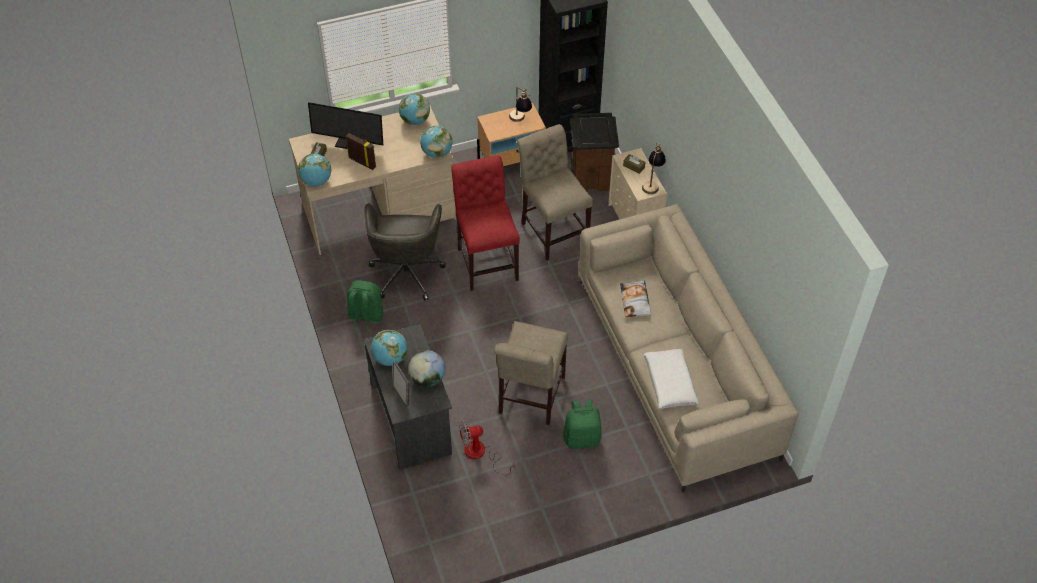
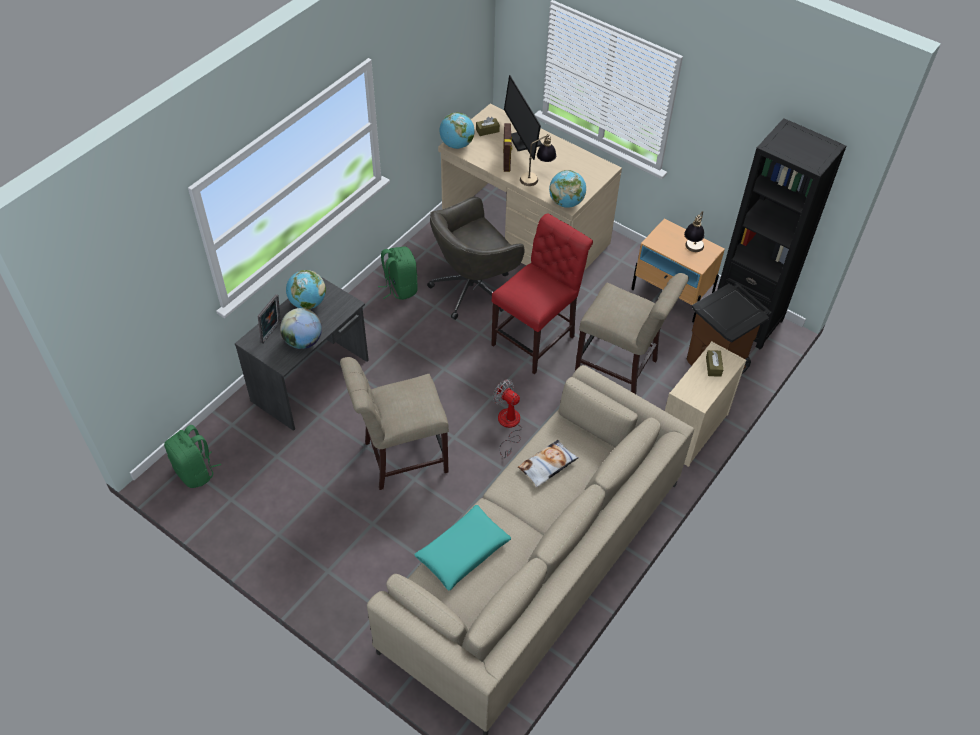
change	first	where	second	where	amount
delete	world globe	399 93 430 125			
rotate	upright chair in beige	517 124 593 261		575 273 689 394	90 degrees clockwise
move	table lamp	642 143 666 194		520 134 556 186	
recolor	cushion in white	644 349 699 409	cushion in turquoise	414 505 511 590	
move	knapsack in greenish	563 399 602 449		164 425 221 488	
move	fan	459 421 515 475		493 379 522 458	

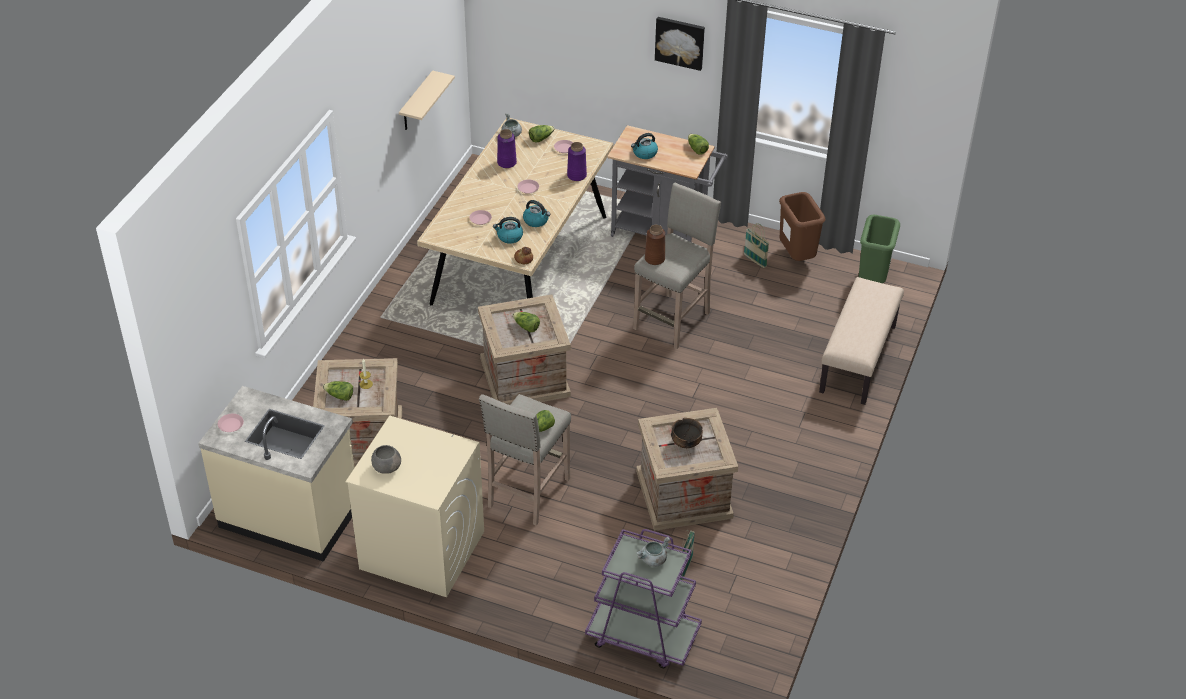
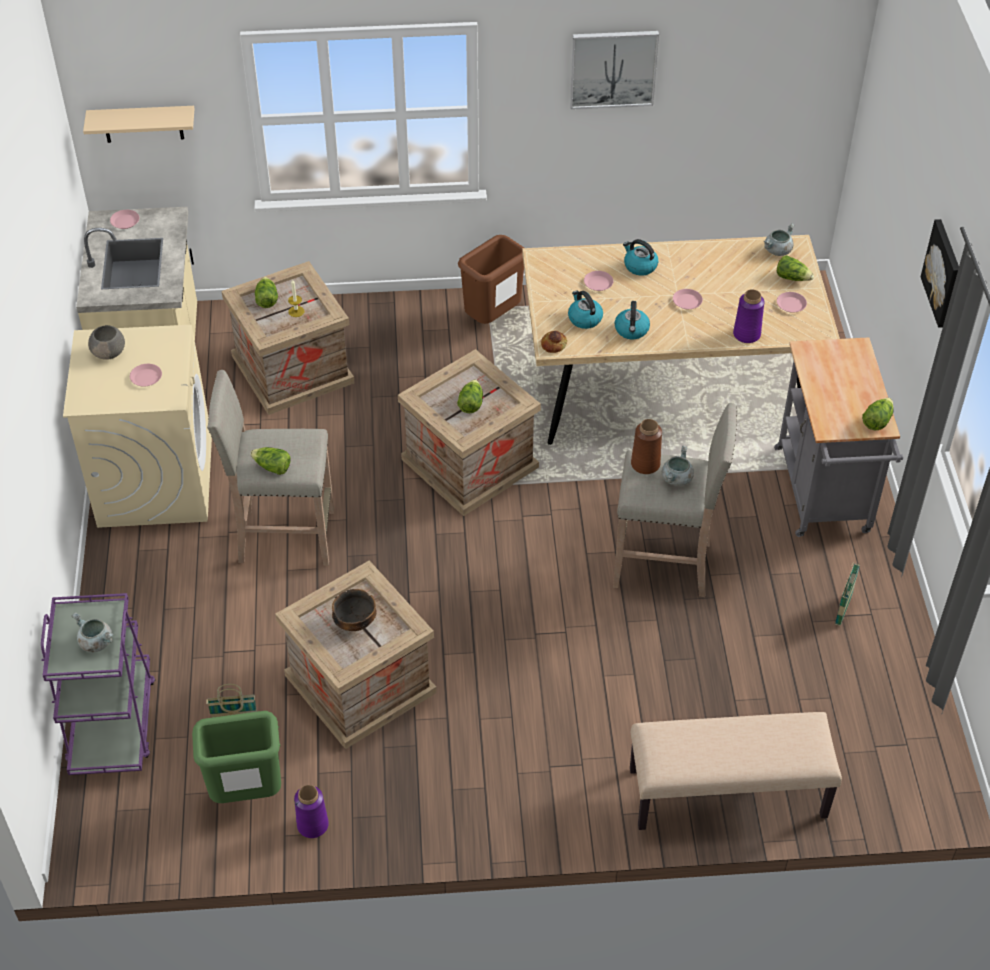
change	first	where	second	where	amount
move	wall shelf in beige	399 70 455 130		83 106 194 143	
move	vase in purple-coloured	497 129 517 168		294 785 329 838	
move	water kettle	631 133 658 159		623 239 658 275	
move	waste bin in brown-coloured	779 192 825 261		458 235 524 324	
move	waste bin in greenish	859 215 900 283		192 711 281 803	
insert			picture	570 31 659 109	
insert			flat dish in pinkish	130 364 162 386	
insert			saucepot in gray	662 446 694 486	

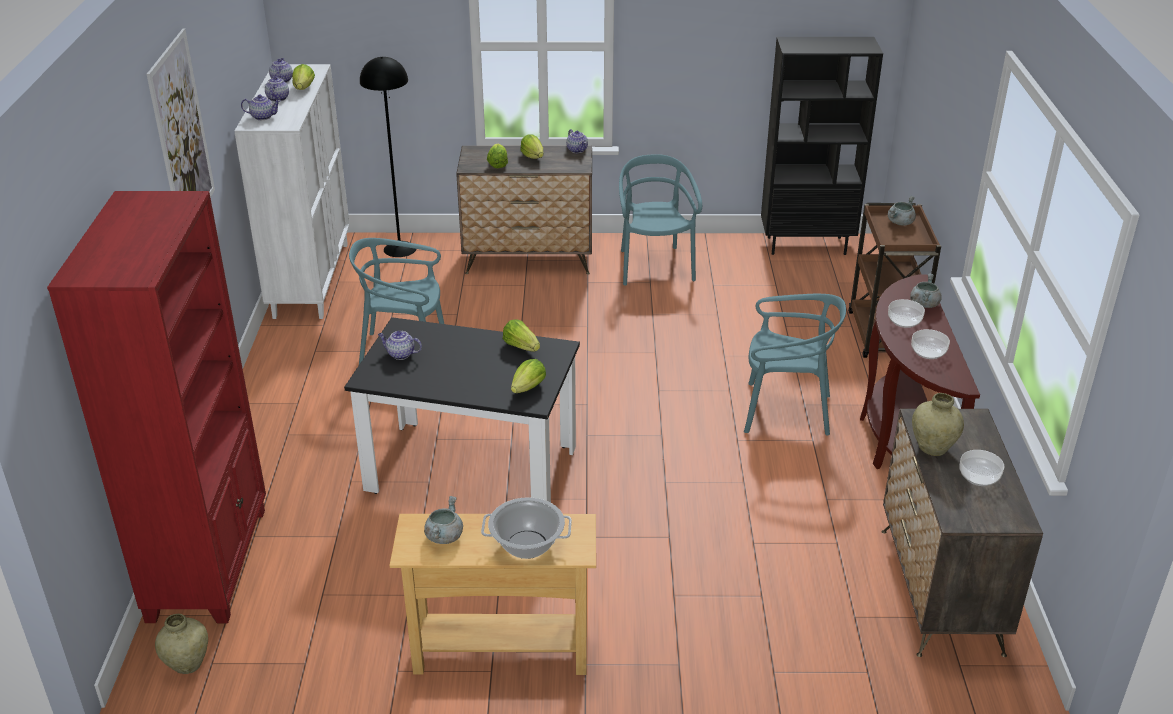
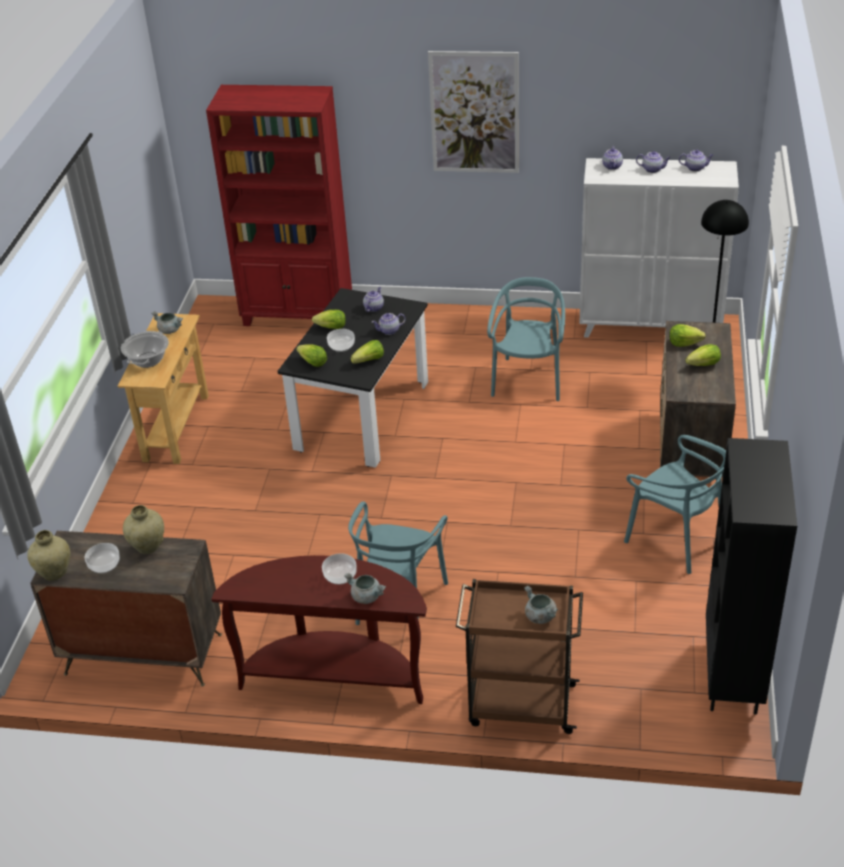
change	first	where	second	where	amount
move	lettuce head	292 64 315 90		312 310 346 329	
move	pot for tea	566 129 588 153		372 313 406 335	
rotate	upright chair in turquoise	619 154 702 286		624 435 726 574	45 degrees clockwise
move	serving bowl	911 329 950 359		327 329 355 352	
move	vase in beige	155 614 208 674		27 530 71 581	

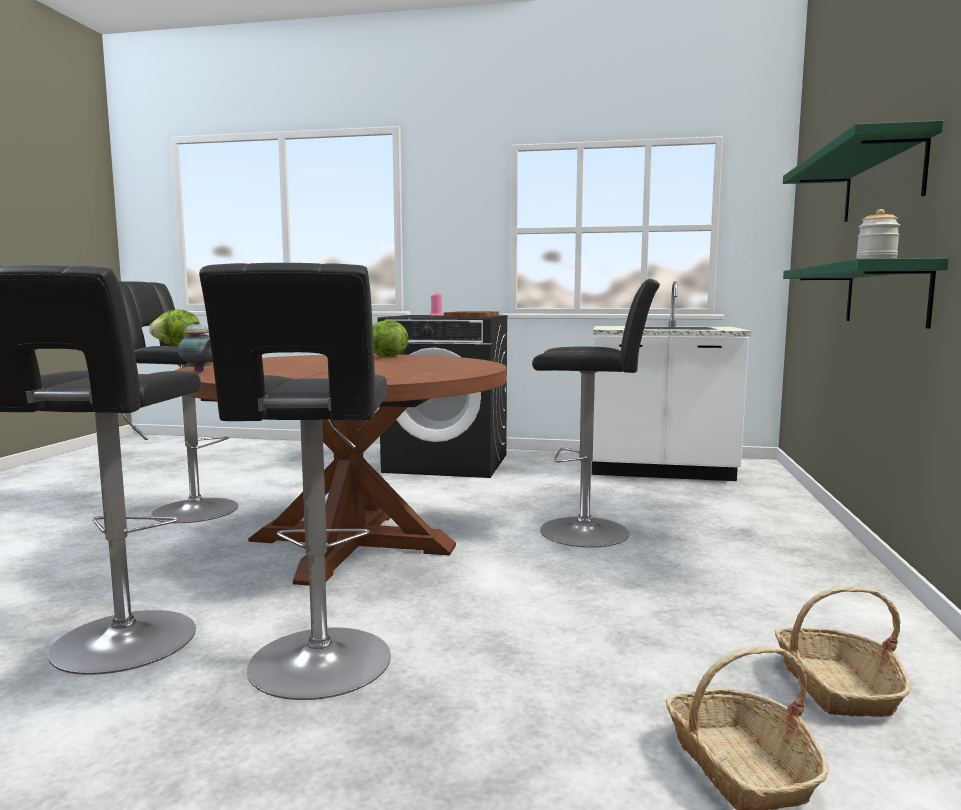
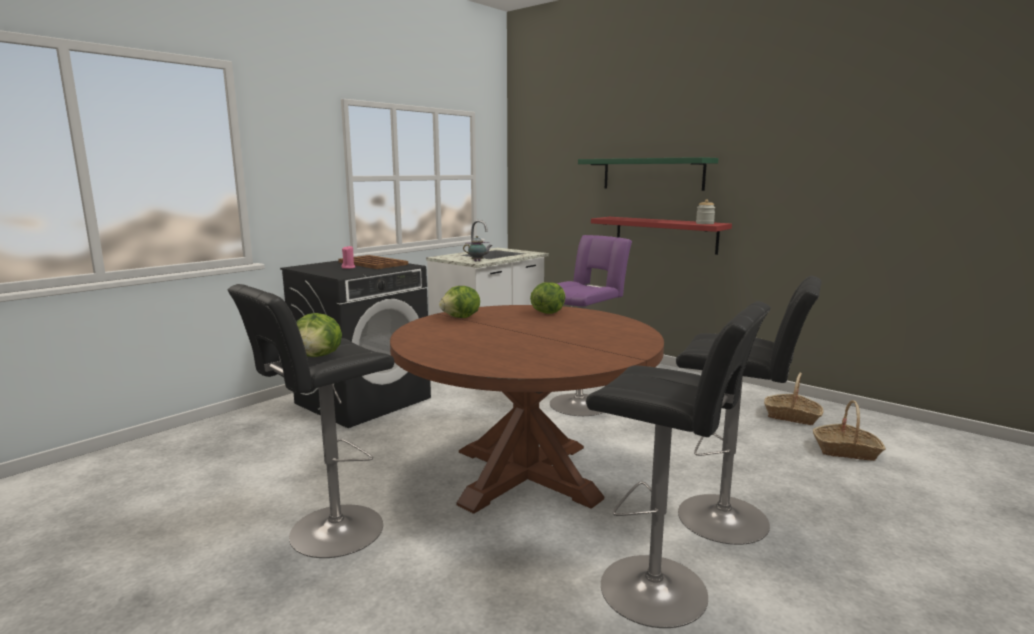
change	first	where	second	where	amount
recolor	wall shelf in greenish	783 258 949 329	wall shelf in red	591 217 732 255	
recolor	sitting stool in blackish	532 279 660 548	sitting stool in purple-coloured	550 235 632 416	
move	pot for tea	178 320 212 372		463 236 492 262	
insert			lettuce head	530 282 566 314	

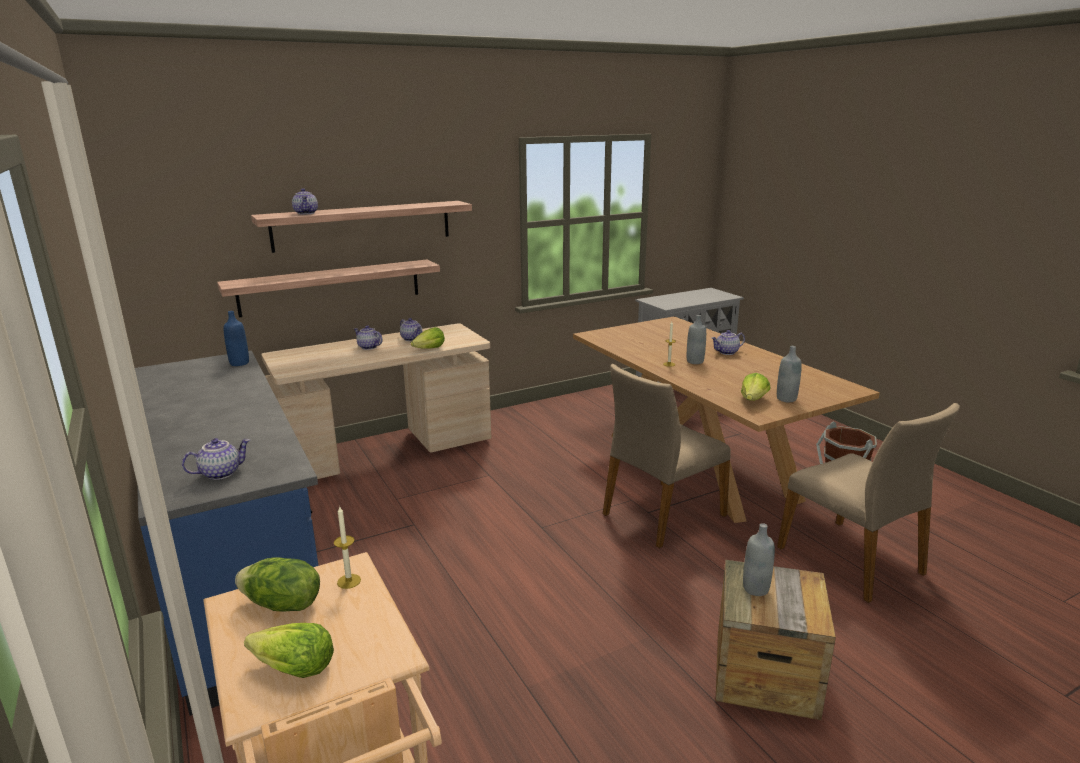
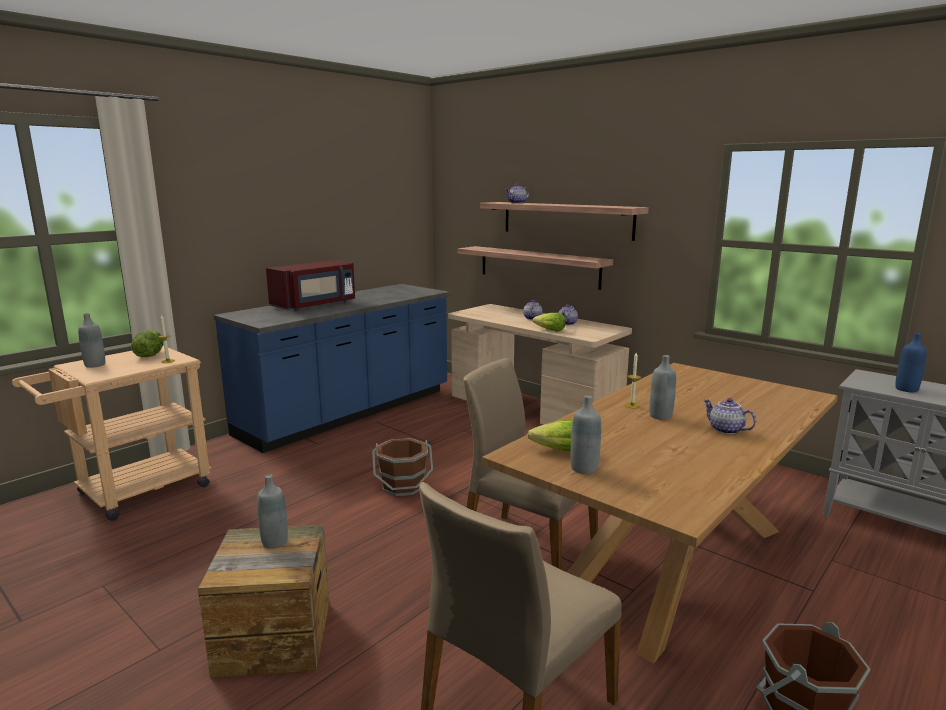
change	first	where	second	where	amount
move	drink bottle in blue	224 311 249 366		895 333 927 392	
delete	pot for tea	182 438 250 480			
replace	lettuce head	244 623 334 678	drink bottle in gray	78 313 105 368	
insert			microwave oven in red	266 260 355 311	
insert			bucket in brown-coloured	372 438 433 496	

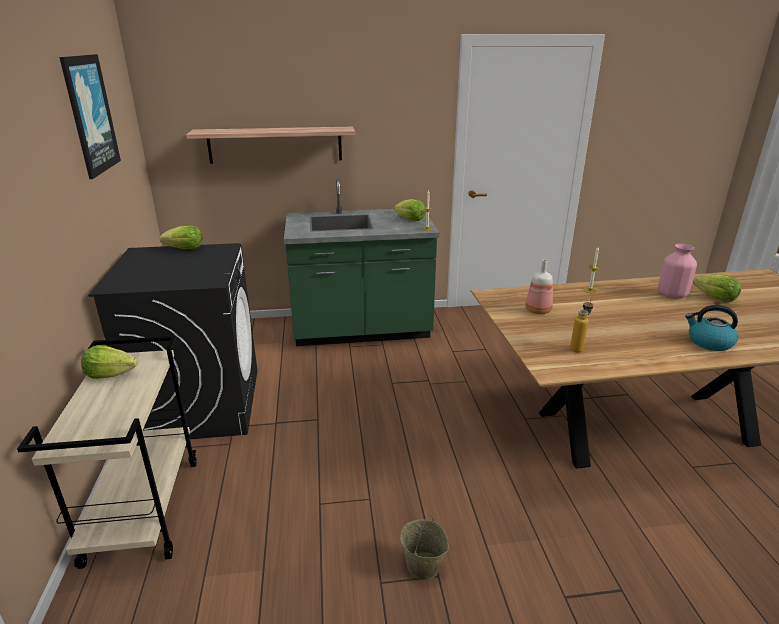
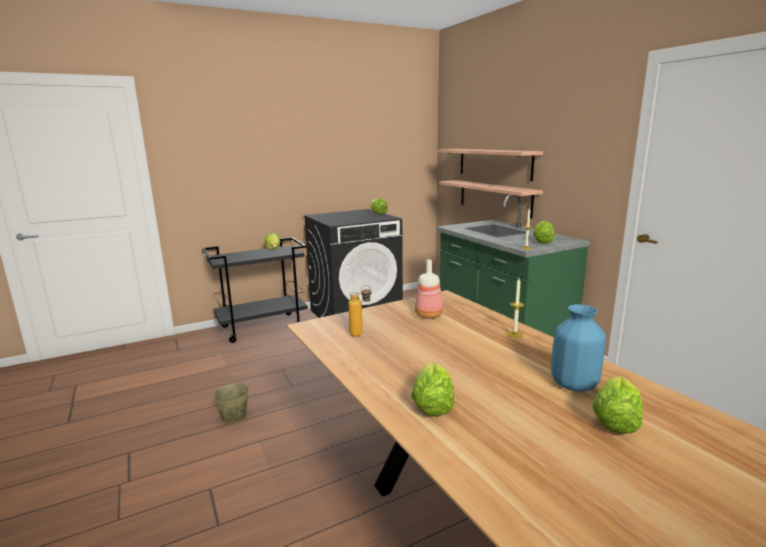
change	first	where	second	where	amount
delete	picture	59 54 121 179			
recolor	vase in pinkish	658 244 697 299	vase in blue	551 304 606 392	
replace	water kettle	685 305 738 351	lettuce head	411 363 455 417	
recolor	wheeled cart in beige	17 336 197 569	wheeled cart in blackish	203 237 308 343	
insert			wall shelf	439 180 543 219	

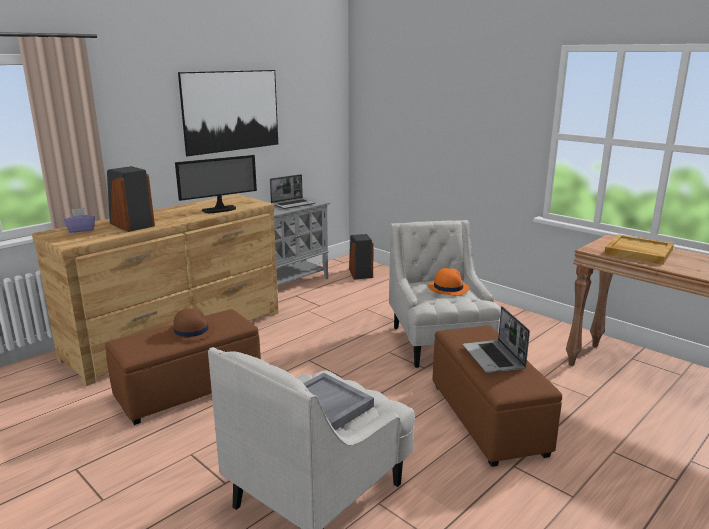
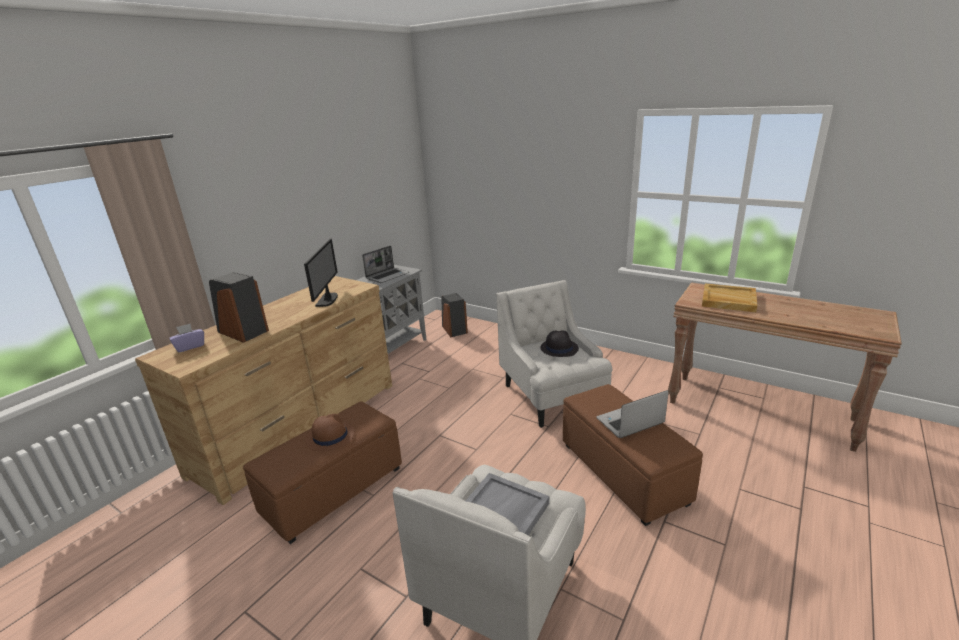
change	first	where	second	where	amount
delete	picture	178 70 278 156			
rotate	computer display	175 155 257 213		304 239 338 307	45 degrees counterclockwise
recolor	wearable hat in orange-coloured	428 268 469 296	wearable hat in blackish	540 330 579 357	
rotate	notebook computer	463 306 530 373		596 390 669 438	90 degrees clockwise

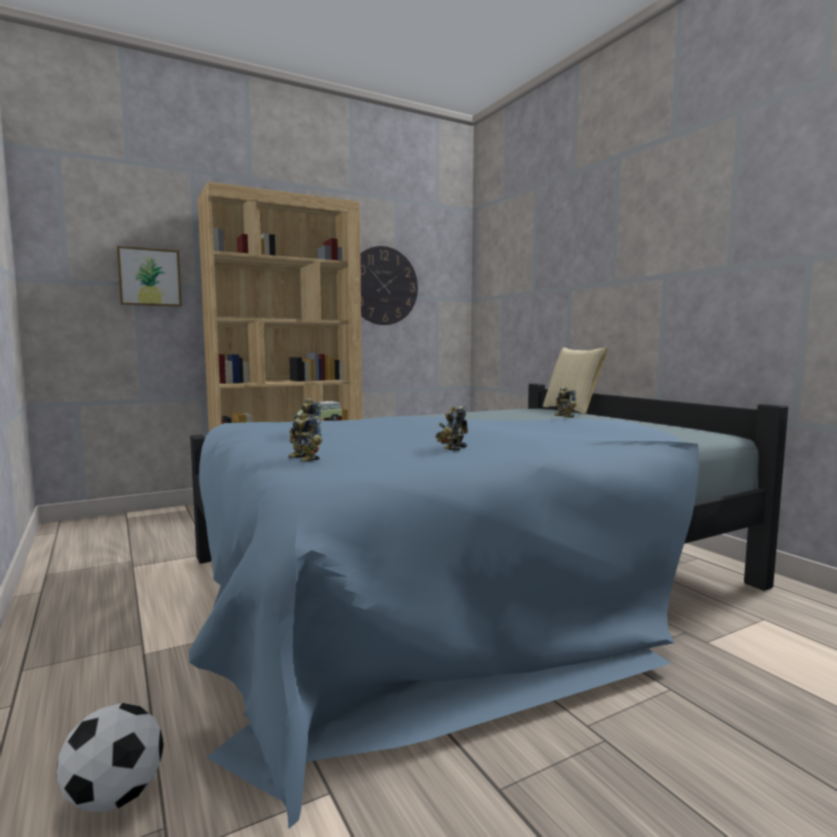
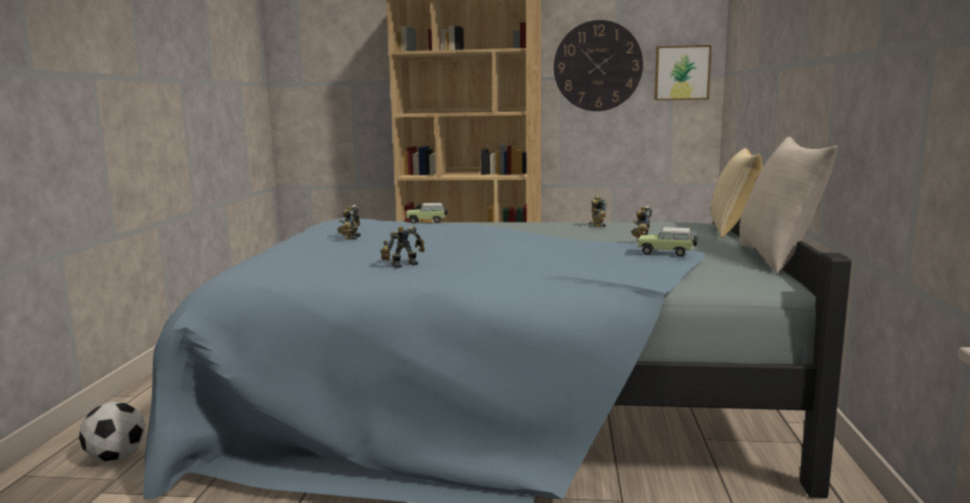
change	first	where	second	where	amount
move	picture	117 246 182 306		654 45 712 100	
move	model robot	289 412 322 461		589 195 607 227	
insert			cushion in beige	739 137 838 274	
insert			toy car	638 227 698 257	

